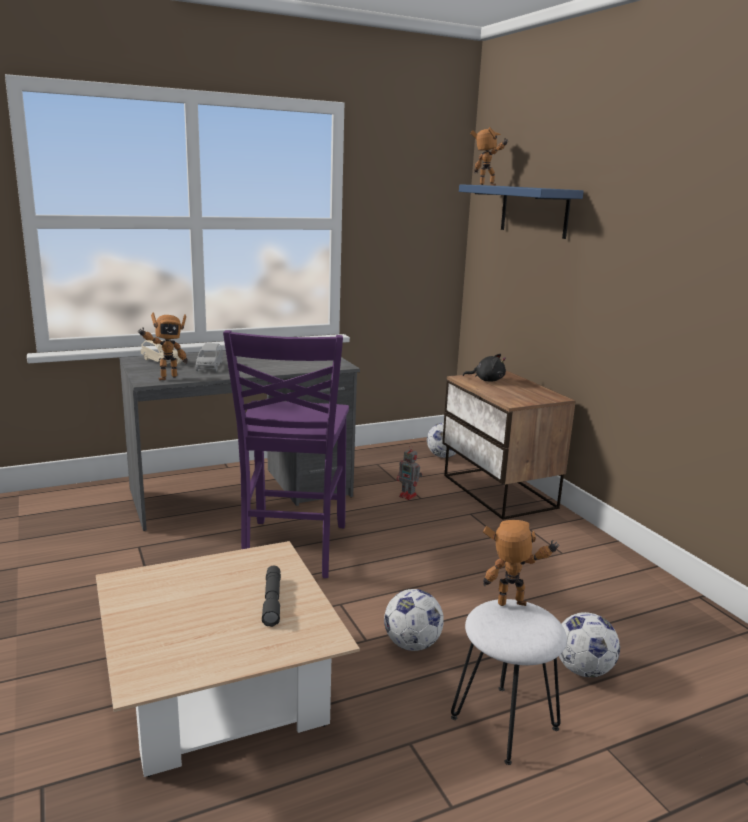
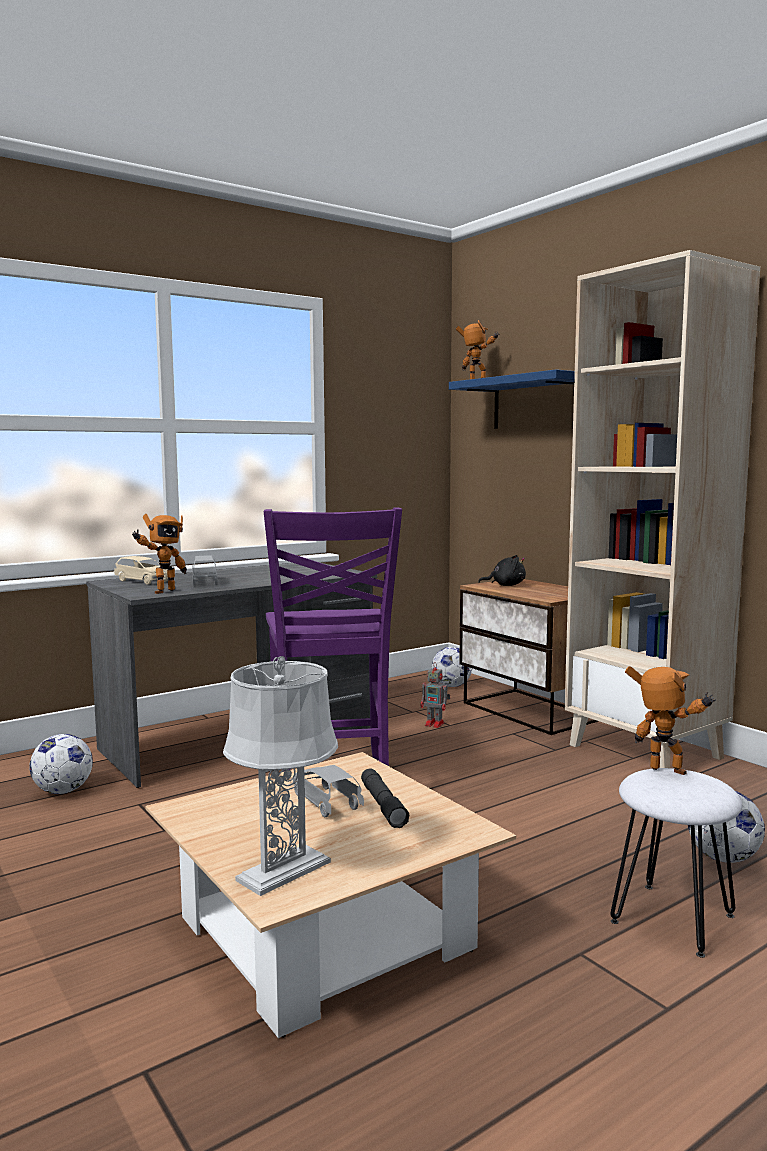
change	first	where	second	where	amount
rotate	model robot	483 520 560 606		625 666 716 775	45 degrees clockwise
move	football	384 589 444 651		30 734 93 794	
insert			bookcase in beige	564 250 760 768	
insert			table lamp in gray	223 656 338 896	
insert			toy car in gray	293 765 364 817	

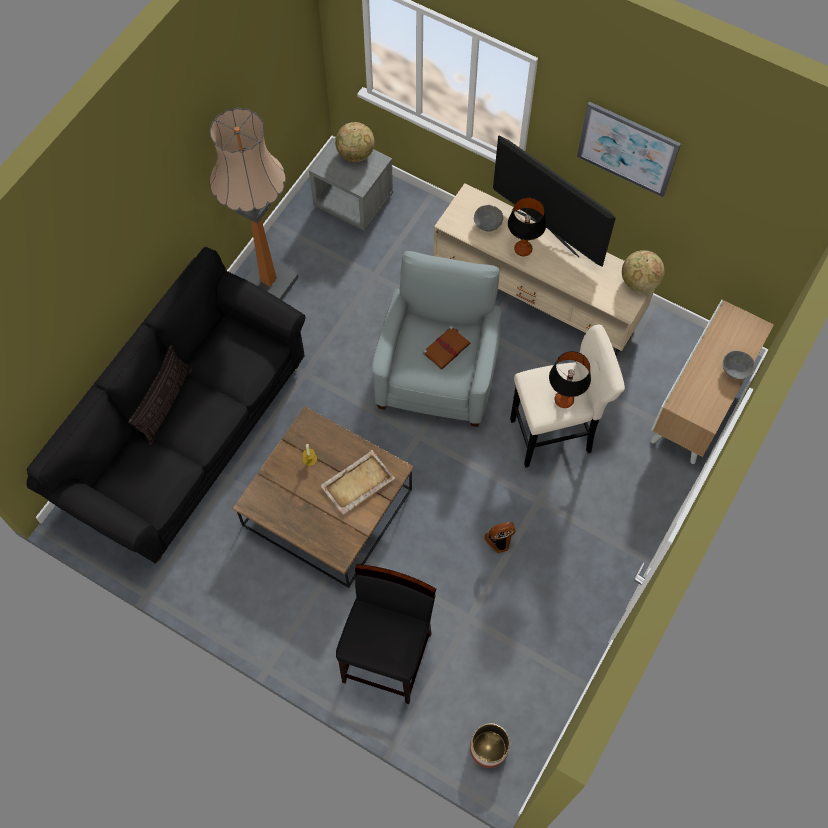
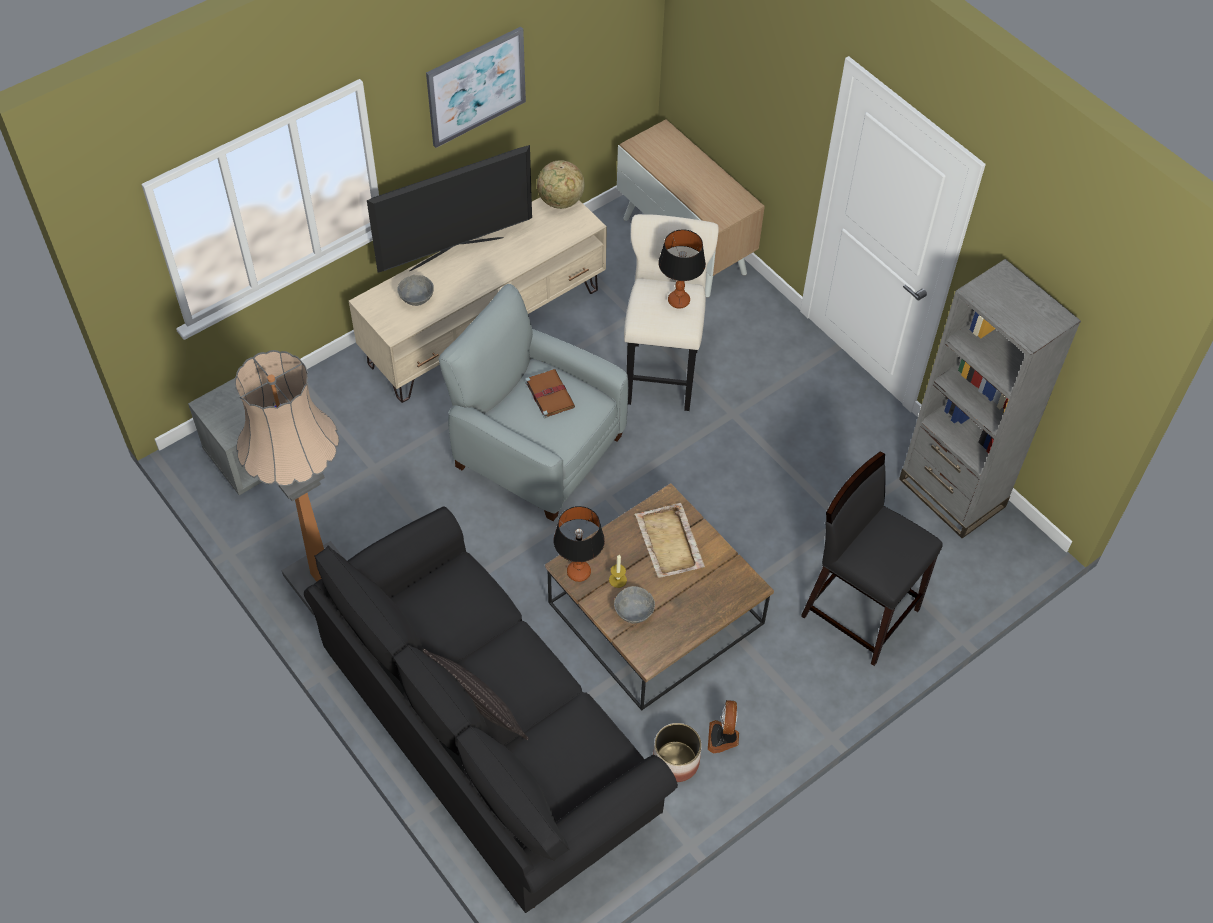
change	first	where	second	where	amount
delete	world globe	335 122 375 162			
move	table lamp	508 197 546 256		553 506 605 582	
move	serving bowl in gray	723 351 755 380		614 586 655 624	
move	fan	484 522 516 553		708 700 739 753	
move	plant pot	470 723 510 768		653 723 702 782	
insert			bookcase in gray	899 259 1081 538	

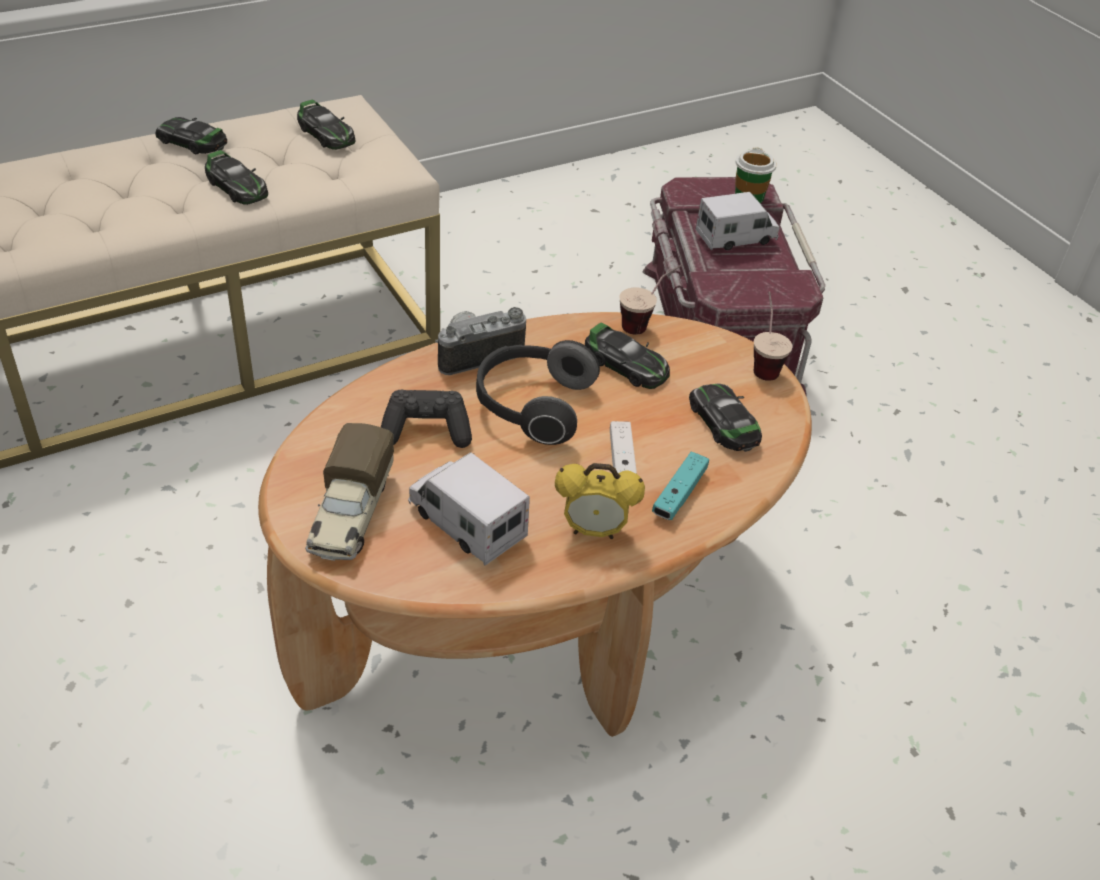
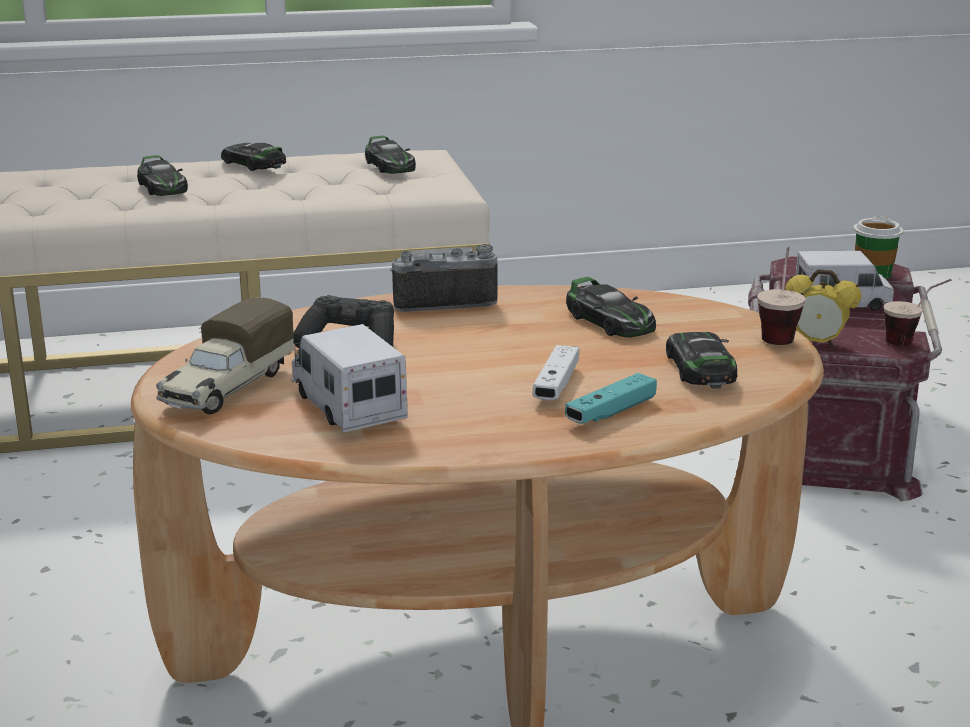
change	first	where	second	where	amount
move	toy car	205 150 268 205		137 155 188 196	
move	cup	619 264 682 335		884 279 952 346	
delete	headset	476 340 600 445			
move	bedside clock	555 463 645 539		785 269 861 349	

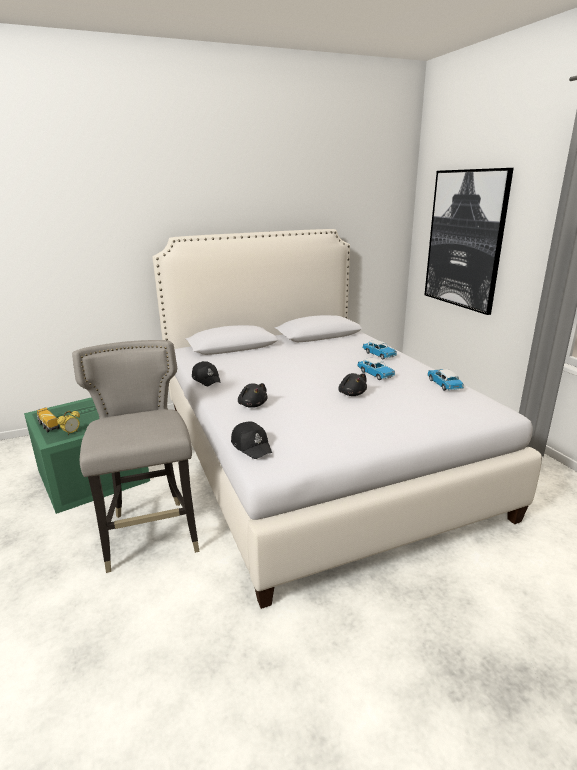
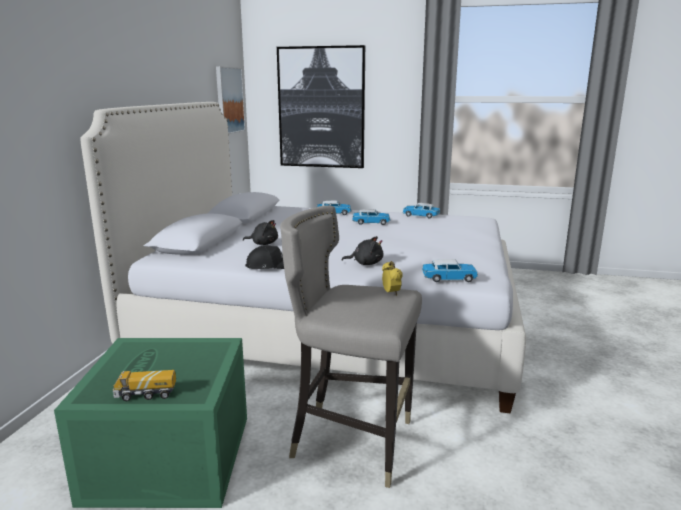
change	first	where	second	where	amount
move	cuddly toy in blackish	338 373 367 396		243 220 278 245	
move	bedside clock	57 411 80 436		382 261 402 296	
replace	baseball cap in blackish	231 421 272 459	toy car	422 259 478 282	
insert			picture	216 66 246 134	

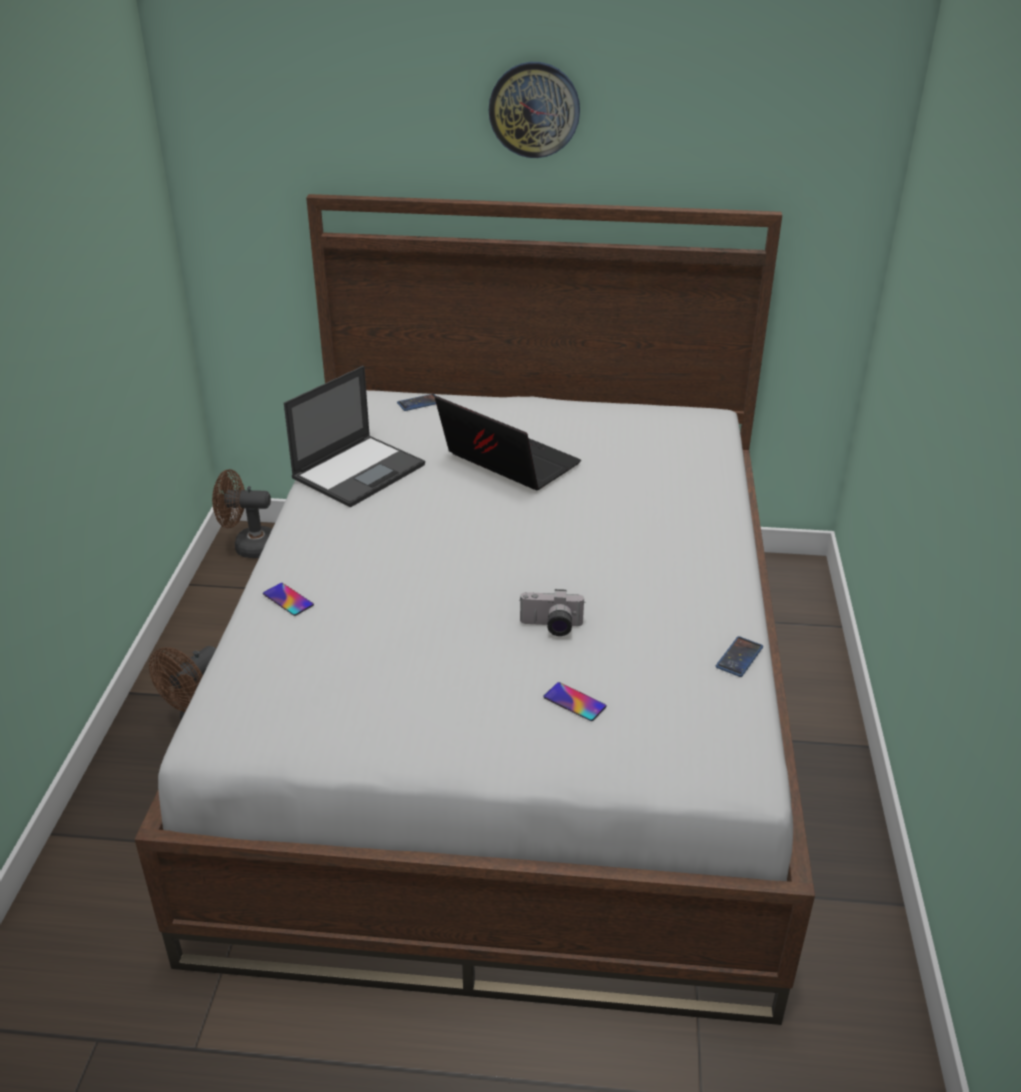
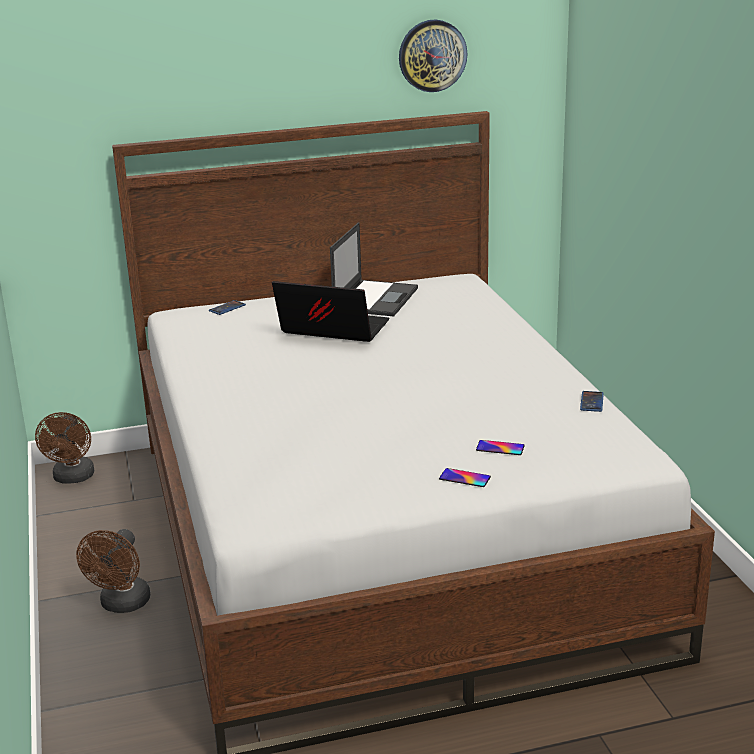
change	first	where	second	where	amount
move	wall clock	489 62 580 158		399 20 467 92	
move	notebook computer	284 366 425 507		330 222 418 317	
rotate	fan in brown-coloured	212 469 272 558		35 412 94 484	75 degrees counterclockwise
move	telephone	263 583 314 616		439 468 491 487	
delete	photo camera	519 589 585 636			

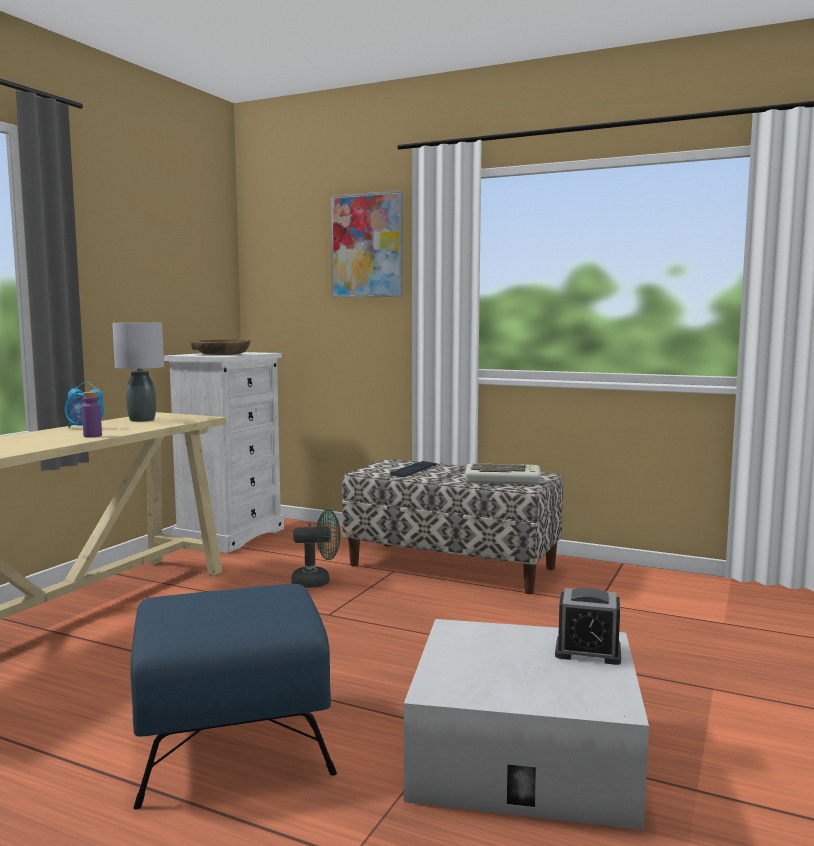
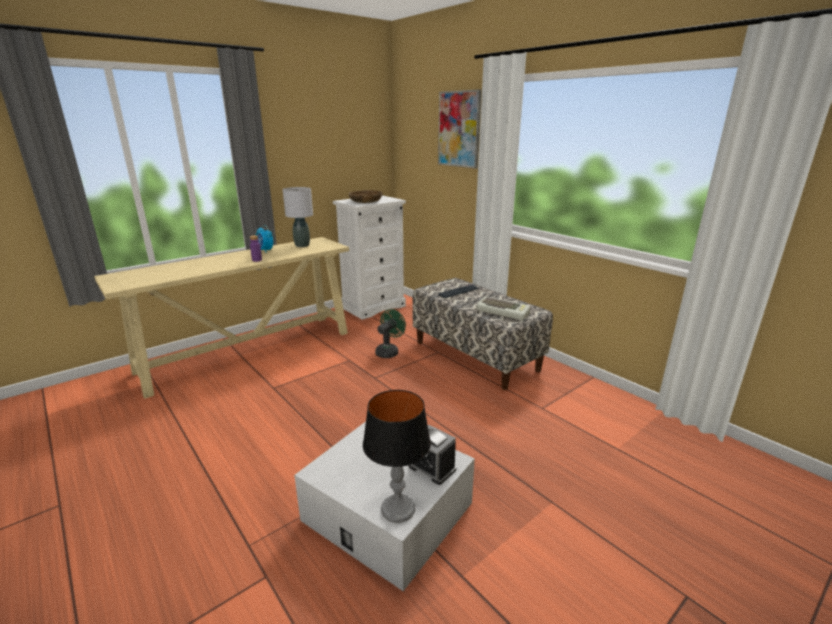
change	first	where	second	where	amount
rotate	fan in greenish	291 509 341 588		375 309 406 358	75 degrees counterclockwise
delete	footrest in blue	130 584 337 810			
insert			table lamp	363 390 431 523	

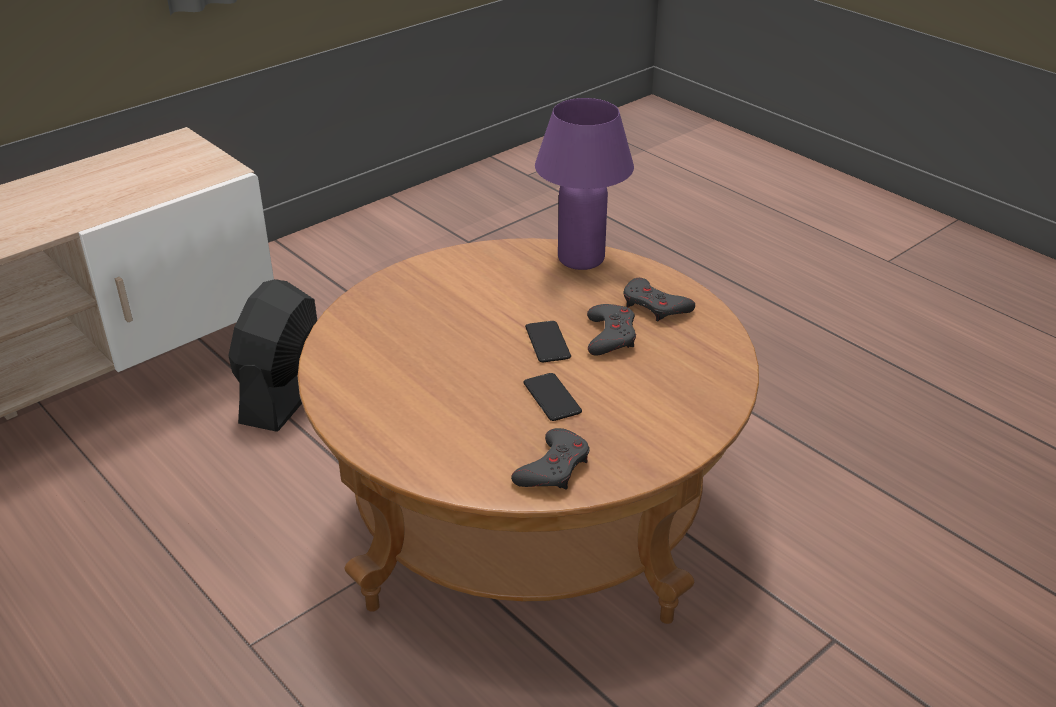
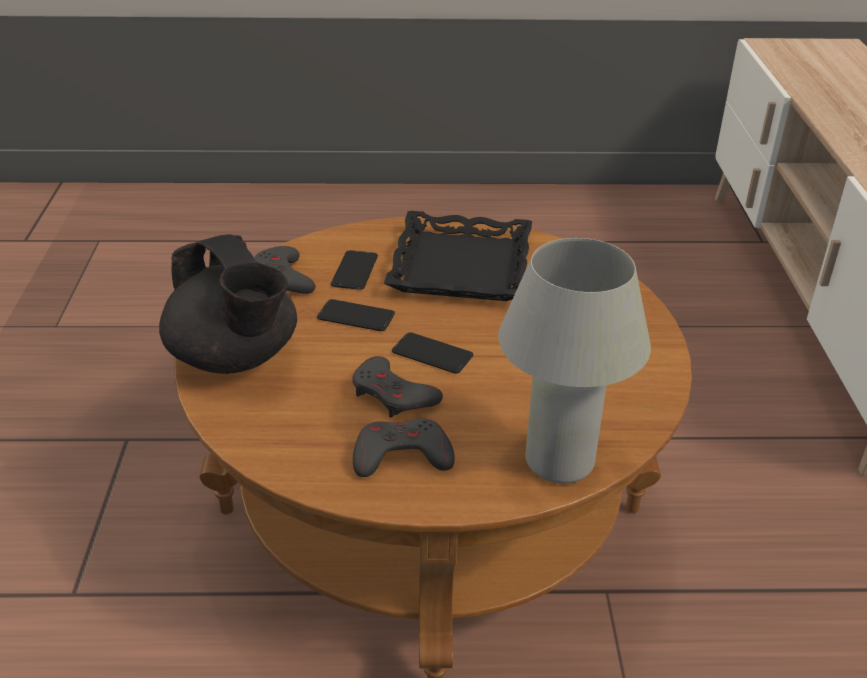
change	first	where	second	where	amount
recolor	table lamp in purple-coloured	535 98 634 270	table lamp in white	498 238 651 484	
delete	fan in blackish	228 279 317 432			
insert			tray in blackish	384 211 532 301	
insert			pot for tea in blackish	159 234 297 374	
insert			telephone	331 250 378 290	

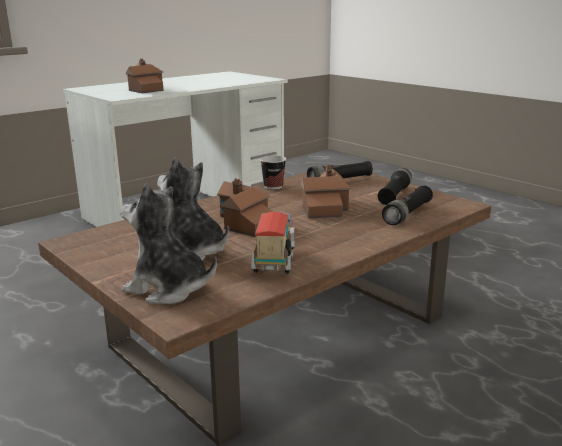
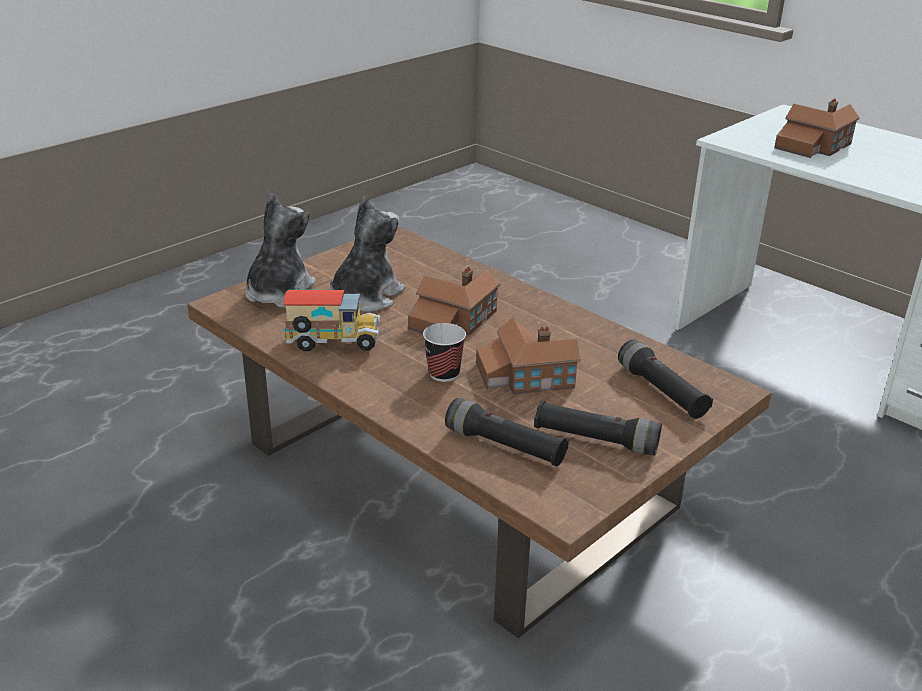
change	first	where	second	where	amount
move	cup	260 156 286 190		423 323 466 382	

